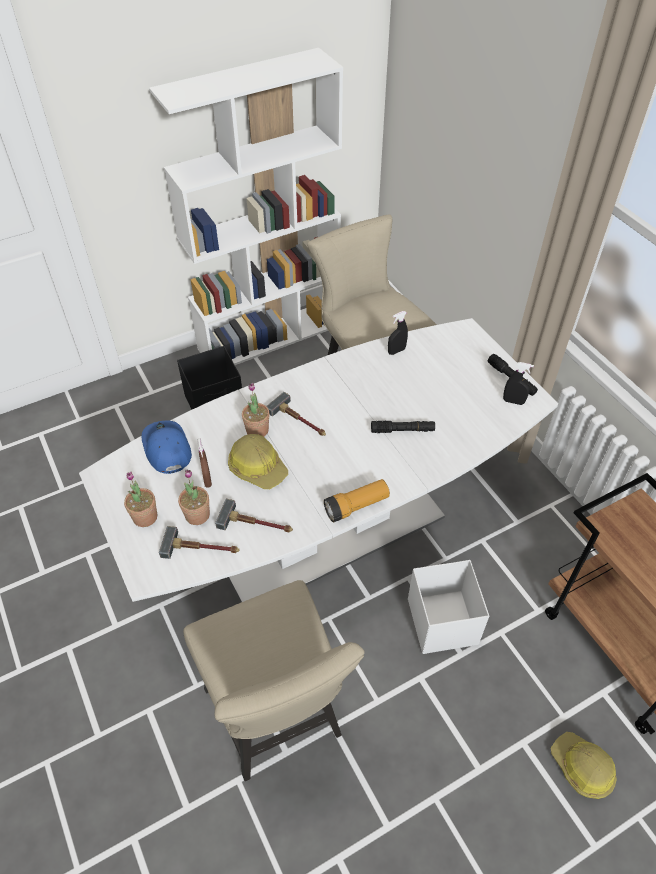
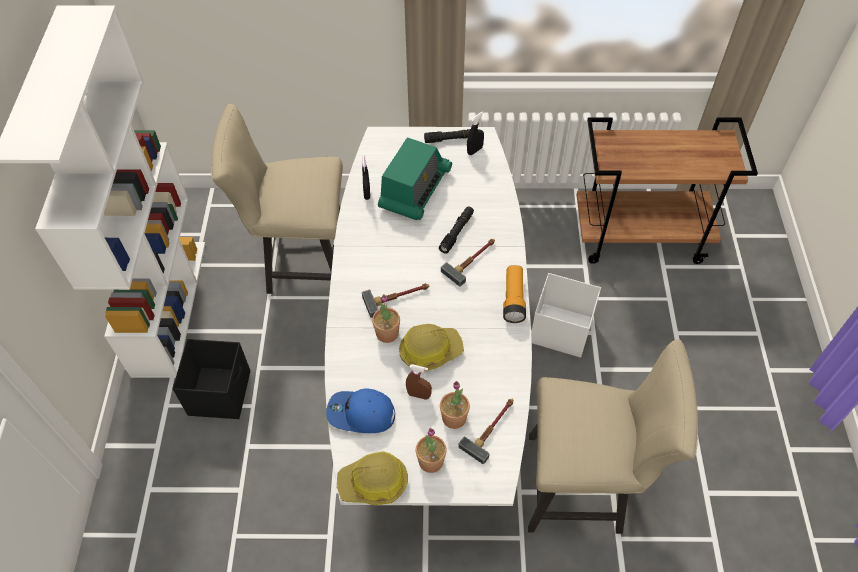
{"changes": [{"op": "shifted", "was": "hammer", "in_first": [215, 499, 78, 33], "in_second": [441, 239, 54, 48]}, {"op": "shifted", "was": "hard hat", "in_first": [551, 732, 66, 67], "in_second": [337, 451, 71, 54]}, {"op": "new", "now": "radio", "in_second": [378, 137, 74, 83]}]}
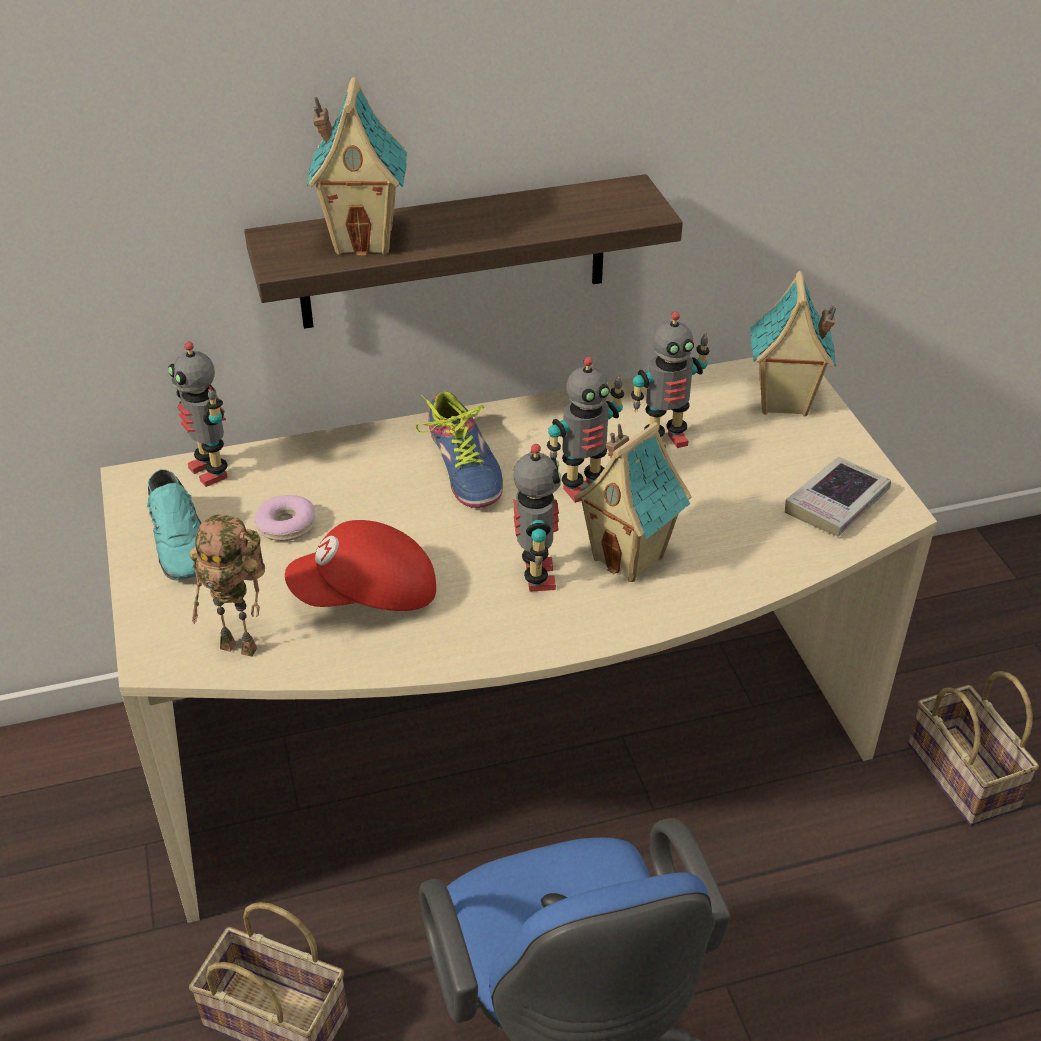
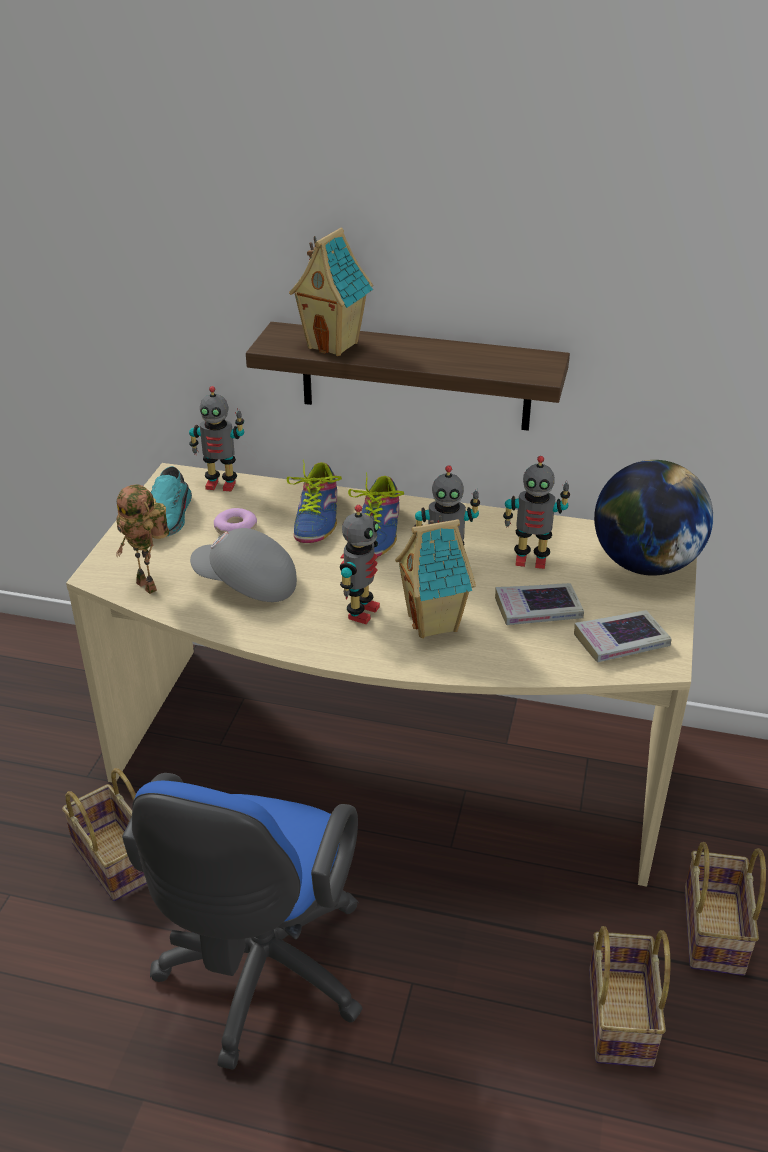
{"changes": [{"op": "rotated", "was": "toy robot", "in_first": [168, 341, 60, 146], "in_second": [189, 386, 55, 105], "clockwise": -75}, {"op": "repainted", "was": "reddish cap", "now": "grey cap", "in_first": [285, 520, 151, 91], "in_second": [190, 528, 107, 74]}, {"op": "swapped", "was": "toy house", "now": "desk globe", "in_first": [750, 271, 86, 146], "in_second": [594, 460, 119, 115]}, {"op": "new", "now": "item of footwear", "in_second": [287, 459, 55, 84]}, {"op": "new", "now": "book", "in_second": [495, 583, 89, 42]}, {"op": "new", "now": "storage basket", "in_second": [589, 926, 81, 142]}]}
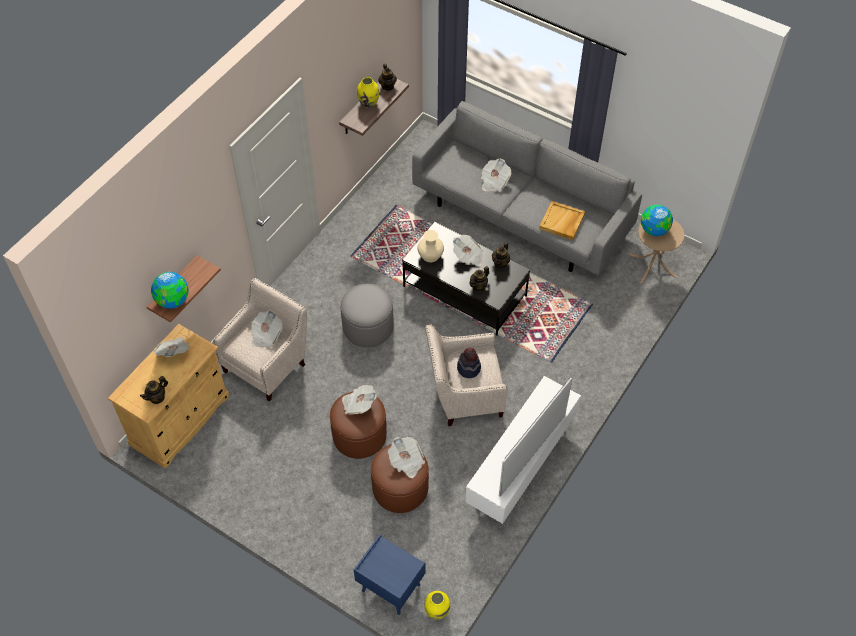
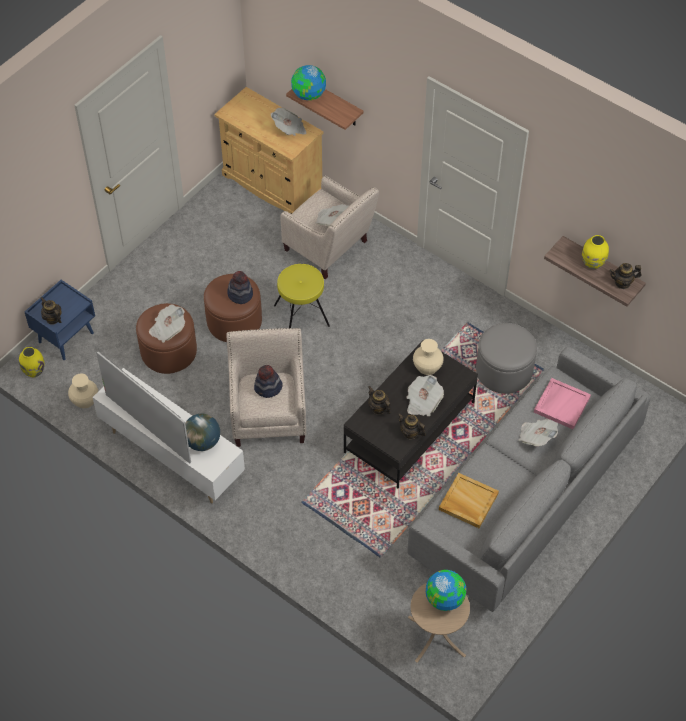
{"changes": [{"op": "shifted", "was": "teapot", "in_first": [140, 376, 28, 28], "in_second": [41, 297, 21, 28]}, {"op": "shifted", "was": "grey footrest", "in_first": [340, 284, 54, 64], "in_second": [476, 323, 61, 71]}, {"op": "swapped", "was": "printed paper", "now": "hat", "in_first": [342, 385, 35, 29], "in_second": [227, 271, 26, 33]}, {"op": "new", "now": "sand-coloured decorative vase", "in_second": [68, 373, 30, 35]}, {"op": "new", "now": "desk globe", "in_second": [185, 414, 35, 37]}, {"op": "new", "now": "yellow-coloured sitting stool", "in_second": [274, 264, 56, 64]}, {"op": "new", "now": "pinkish tray", "in_second": [534, 378, 57, 51]}]}
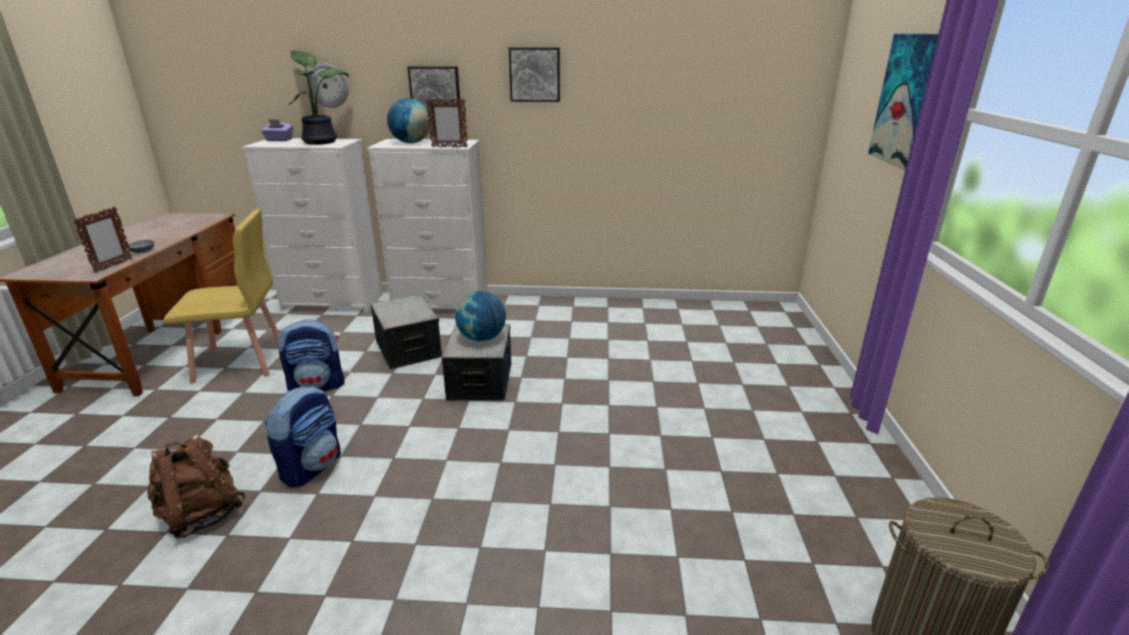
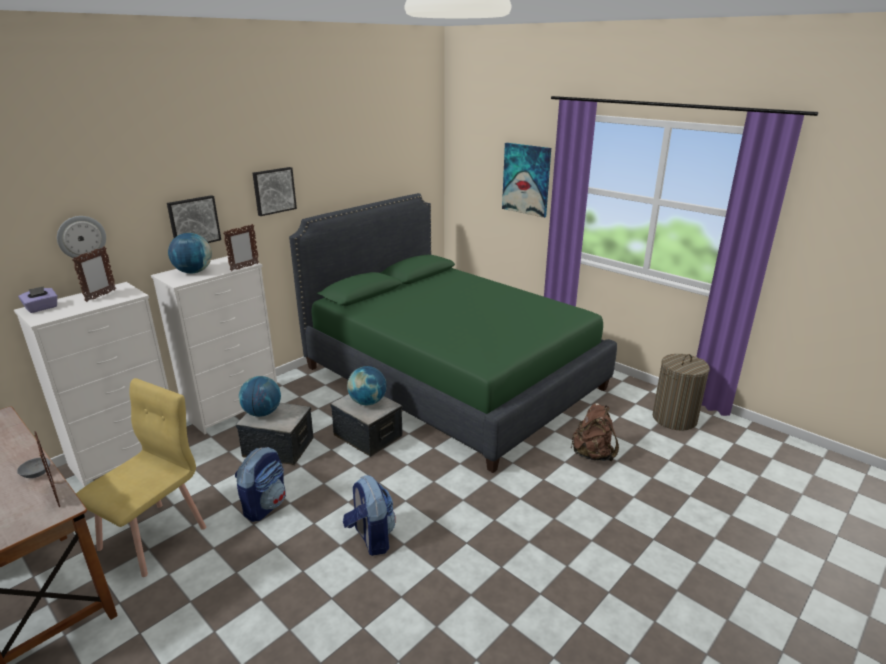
{"changes": [{"op": "shifted", "was": "brown-coloured rucksack", "in_first": [147, 434, 99, 105], "in_second": [571, 403, 48, 58]}, {"op": "swapped", "was": "potted plant", "now": "standing frame", "in_first": [288, 50, 61, 95], "in_second": [72, 246, 44, 56]}, {"op": "new", "now": "desk globe", "in_second": [239, 376, 42, 41]}, {"op": "new", "now": "green bedroom bed", "in_second": [289, 193, 328, 280]}]}
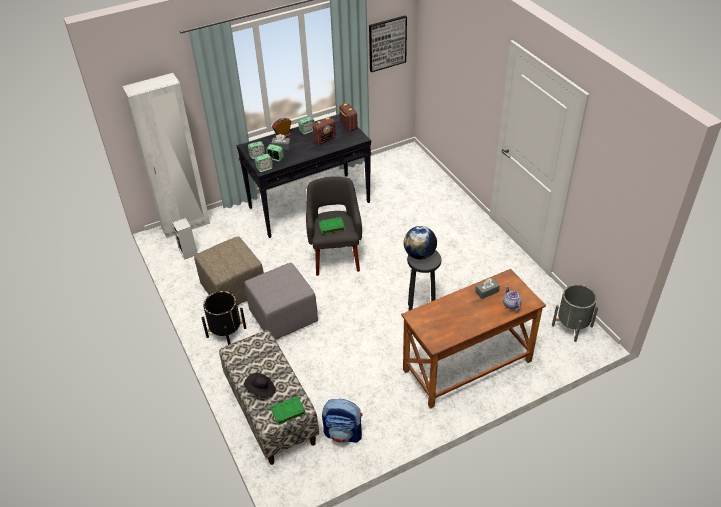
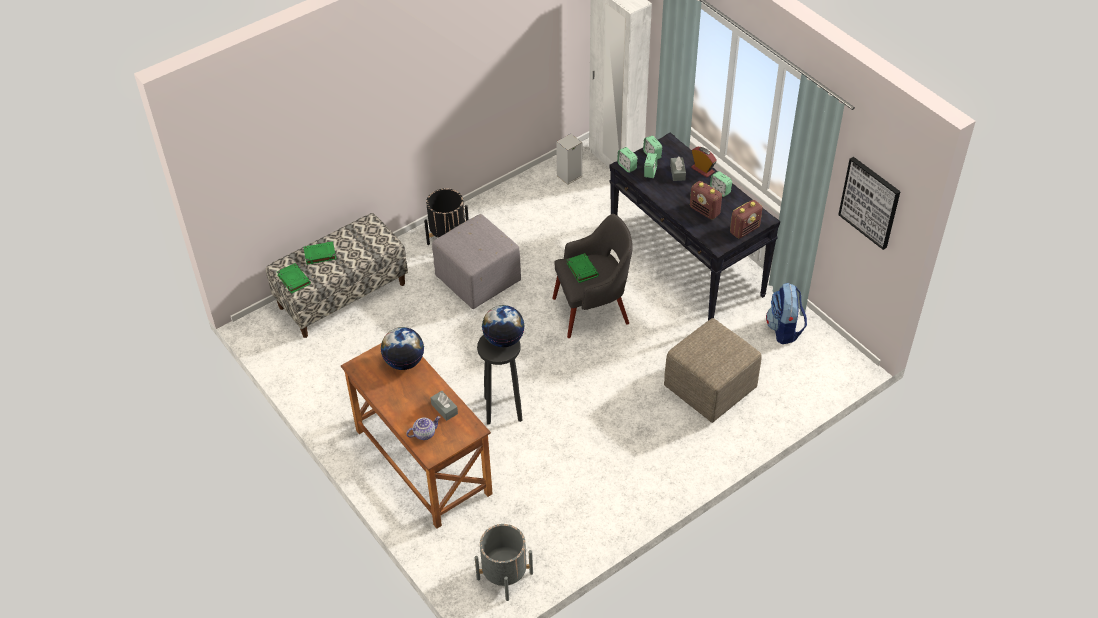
{"changes": [{"op": "shifted", "was": "sand-coloured footrest", "in_first": [194, 236, 70, 69], "in_second": [664, 318, 98, 105]}, {"op": "swapped", "was": "black-coloured hat", "now": "green book", "in_first": [244, 373, 32, 24], "in_second": [303, 241, 33, 24]}, {"op": "shifted", "was": "rucksack", "in_first": [322, 399, 41, 44], "in_second": [766, 283, 41, 61]}, {"op": "new", "now": "desk globe", "in_second": [381, 327, 43, 43]}]}
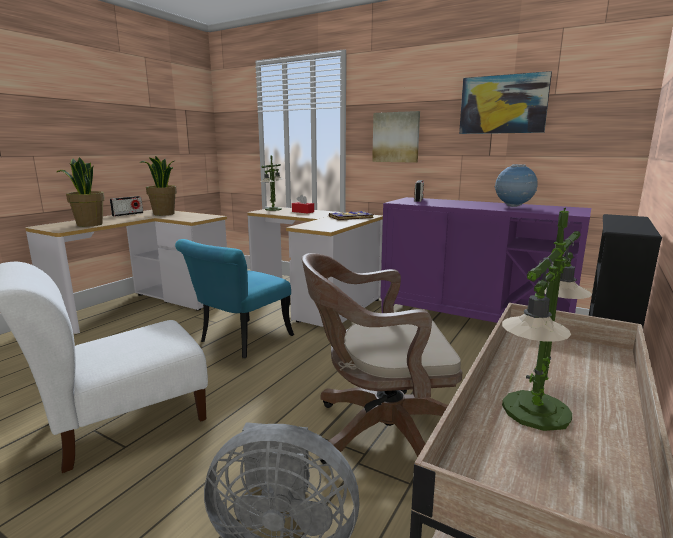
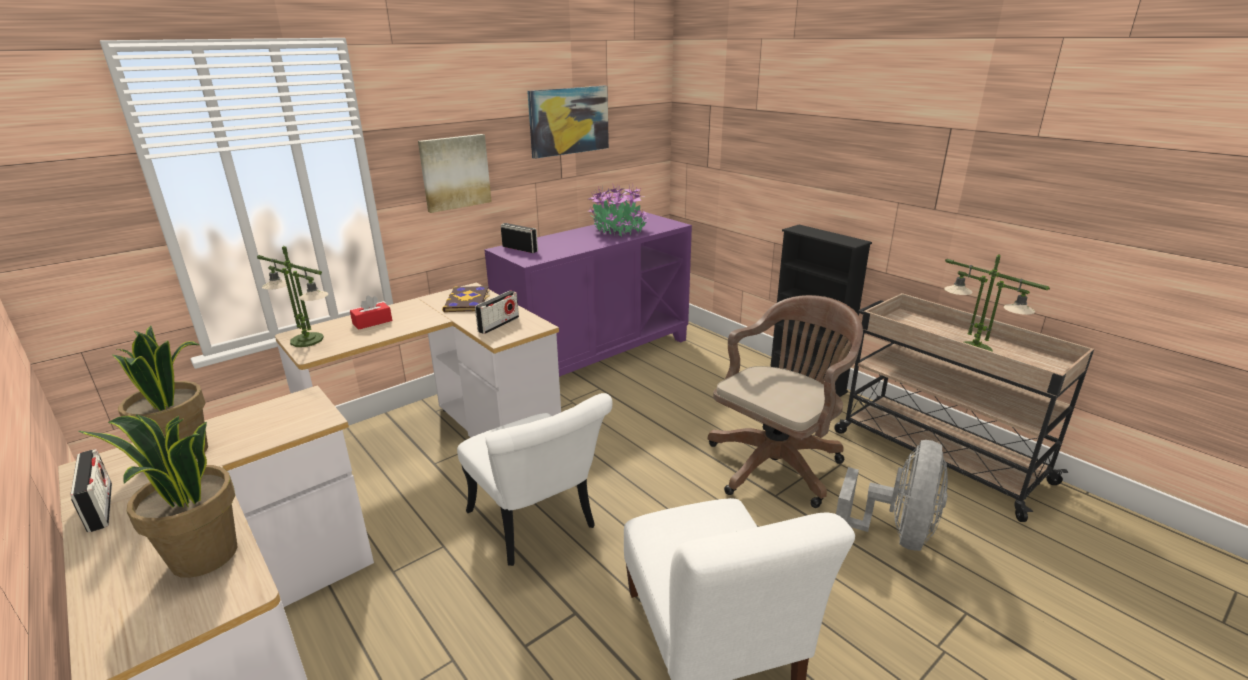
{"changes": [{"op": "repainted", "was": "turquoise-coloured upright chair", "now": "white-coloured upright chair", "in_first": [175, 239, 119, 119], "in_second": [457, 393, 156, 173]}, {"op": "rotated", "was": "brown-coloured desk chair", "in_first": [302, 253, 160, 211], "in_second": [708, 295, 155, 213], "clockwise": -150}, {"op": "swapped", "was": "desk globe", "now": "potted plant", "in_first": [494, 164, 44, 43], "in_second": [588, 185, 60, 52]}, {"op": "new", "now": "radio", "in_second": [475, 291, 44, 43]}]}
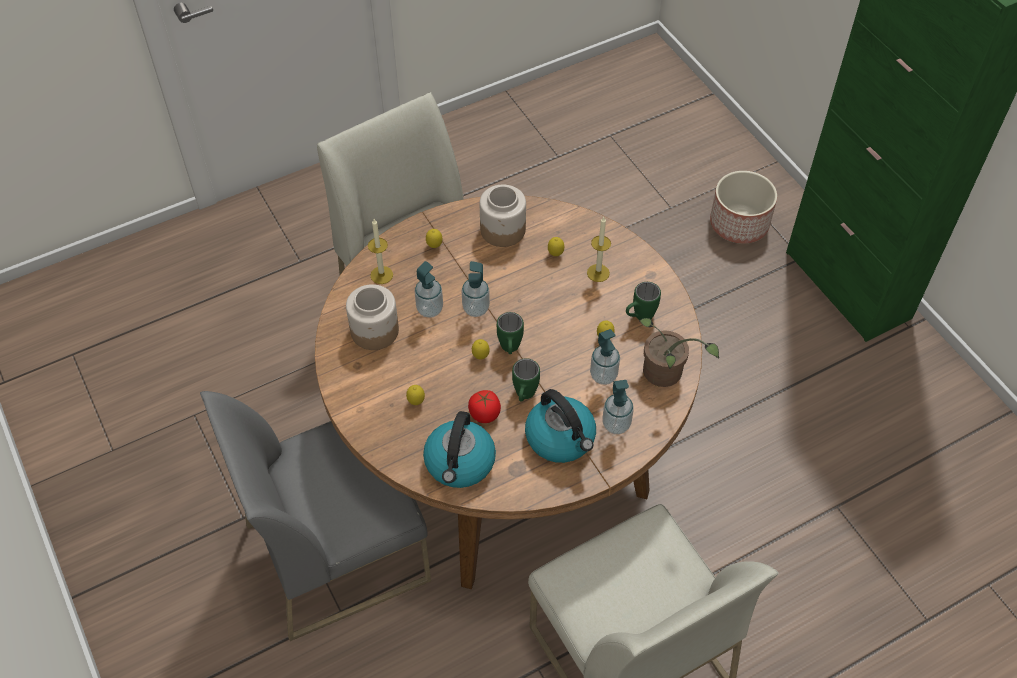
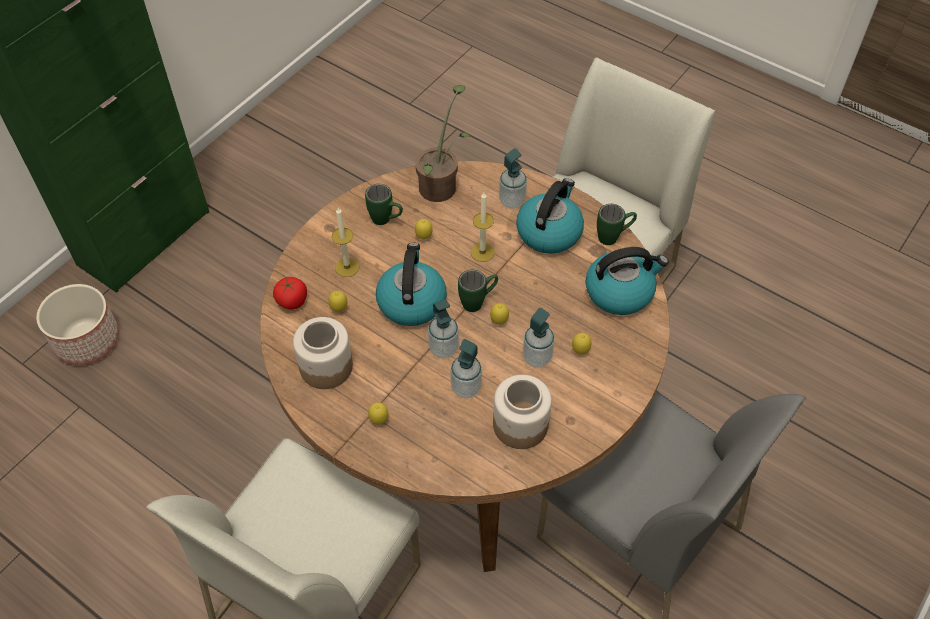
{"changes": [{"op": "shifted", "was": "wax candle", "in_first": [368, 219, 25, 65], "in_second": [471, 192, 24, 70]}, {"op": "shifted", "was": "whole tomato", "in_first": [468, 390, 33, 33], "in_second": [273, 277, 34, 32]}, {"op": "shifted", "was": "green coffee mug", "in_first": [512, 358, 28, 44], "in_second": [597, 204, 40, 41]}, {"op": "shifted", "was": "liquid soap bottle", "in_first": [590, 329, 30, 56], "in_second": [523, 308, 32, 59]}, {"op": "new", "now": "kettle", "in_second": [376, 243, 71, 83]}]}
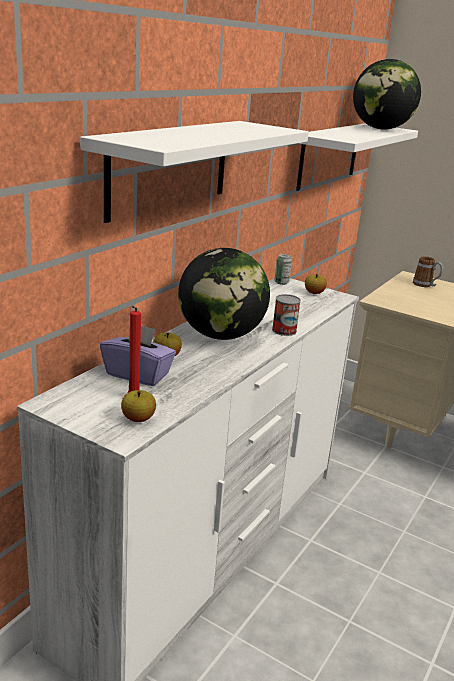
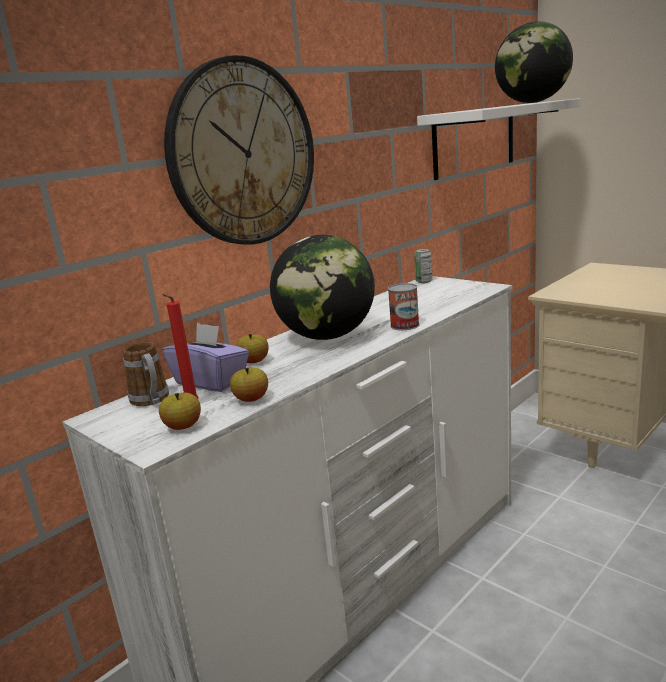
{"changes": [{"op": "swapped", "was": "white-coloured wall shelf", "now": "wall clock", "in_first": [80, 121, 229, 102], "in_second": [164, 55, 150, 190]}, {"op": "shifted", "was": "whole apple", "in_first": [305, 274, 22, 20], "in_second": [230, 368, 38, 34]}, {"op": "shifted", "was": "coffee mug", "in_first": [413, 256, 30, 31], "in_second": [123, 342, 46, 64]}]}
